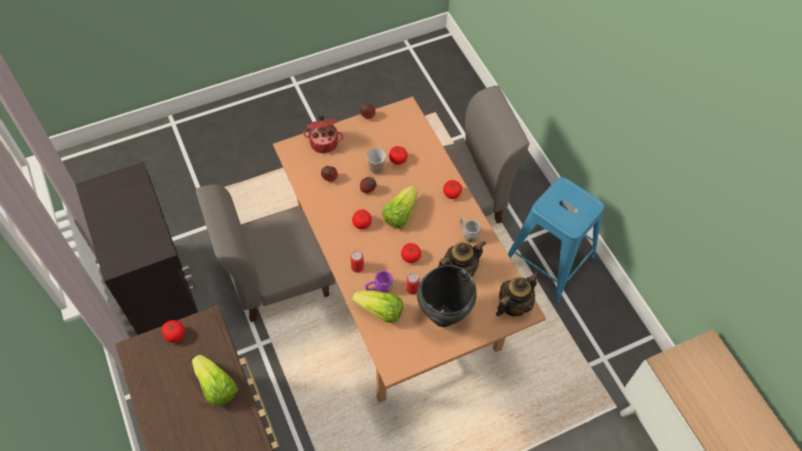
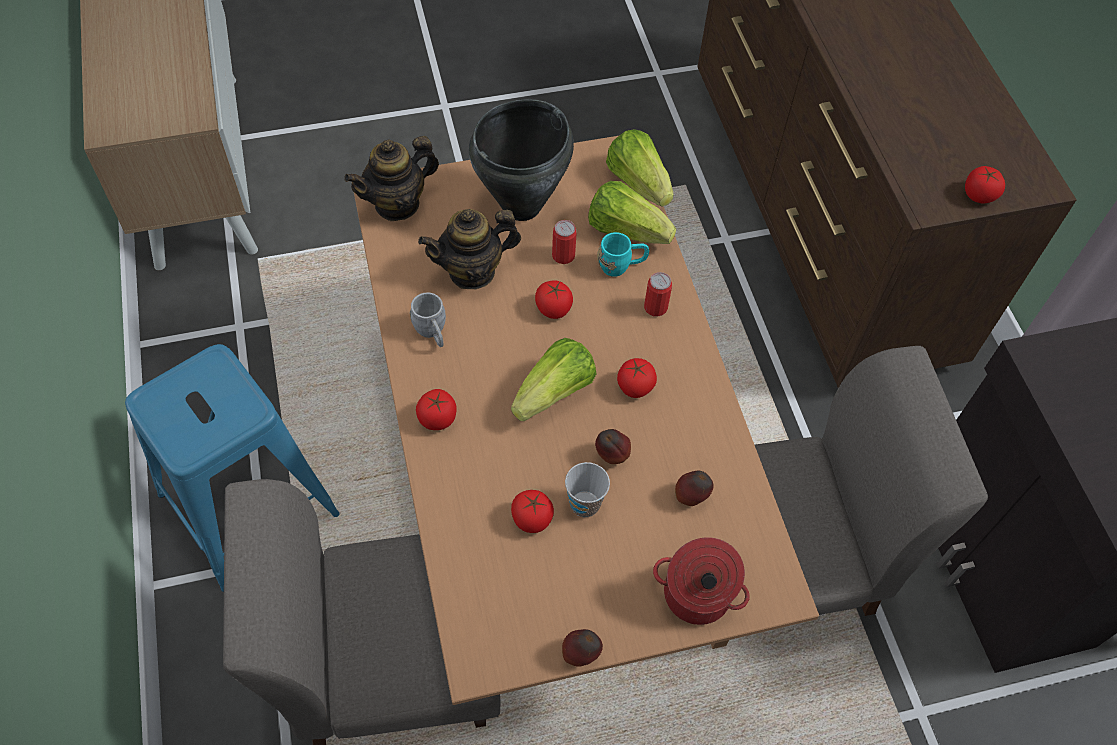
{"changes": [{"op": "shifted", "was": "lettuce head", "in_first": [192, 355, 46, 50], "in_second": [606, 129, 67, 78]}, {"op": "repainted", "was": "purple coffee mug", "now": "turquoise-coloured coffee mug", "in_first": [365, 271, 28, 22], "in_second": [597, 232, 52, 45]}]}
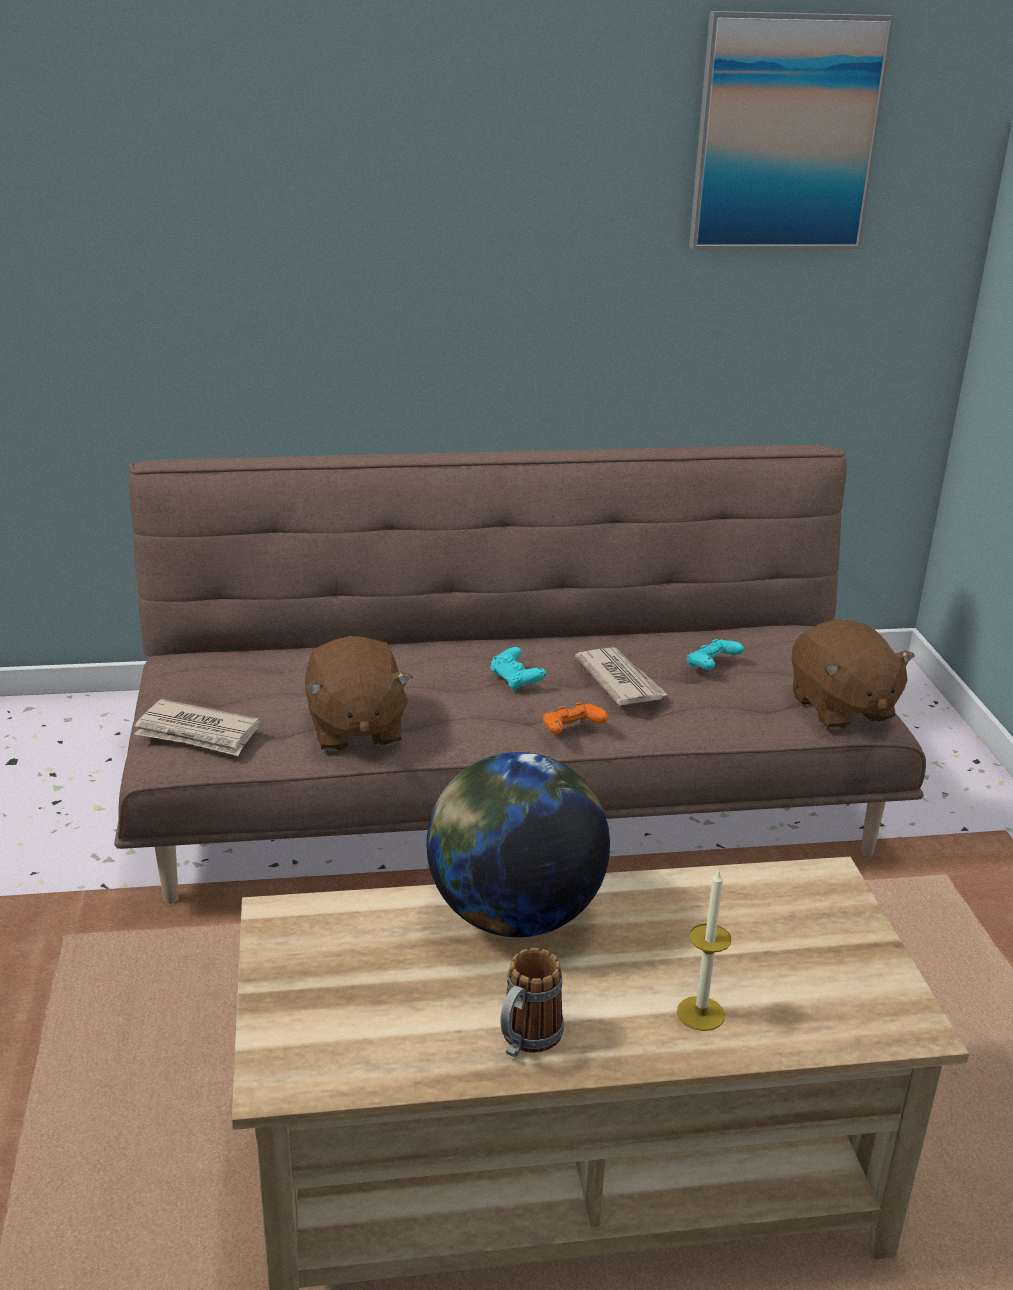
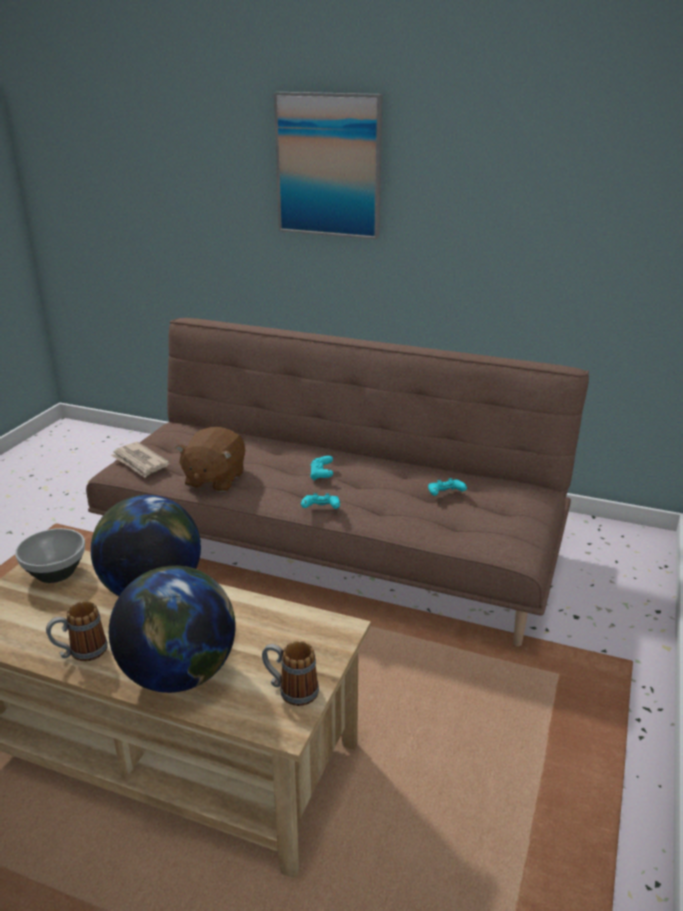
{"changes": [{"op": "repainted", "was": "orangey gamepad", "now": "turquoise-coloured gamepad", "in_first": [543, 702, 65, 32], "in_second": [301, 493, 39, 16]}, {"op": "gone", "was": "printed paper", "in_first": [575, 647, 93, 58]}, {"op": "swapped", "was": "wax candle", "now": "desk globe", "in_first": [677, 870, 55, 161], "in_second": [109, 566, 126, 127]}, {"op": "shifted", "was": "wall picture", "in_first": [689, 11, 206, 238], "in_second": [274, 92, 109, 148]}, {"op": "gone", "was": "brown-coloured soft toy", "in_first": [791, 619, 124, 111]}, {"op": "new", "now": "bowl", "in_second": [15, 528, 70, 55]}, {"op": "new", "now": "coffee mug", "in_second": [262, 641, 57, 65]}]}
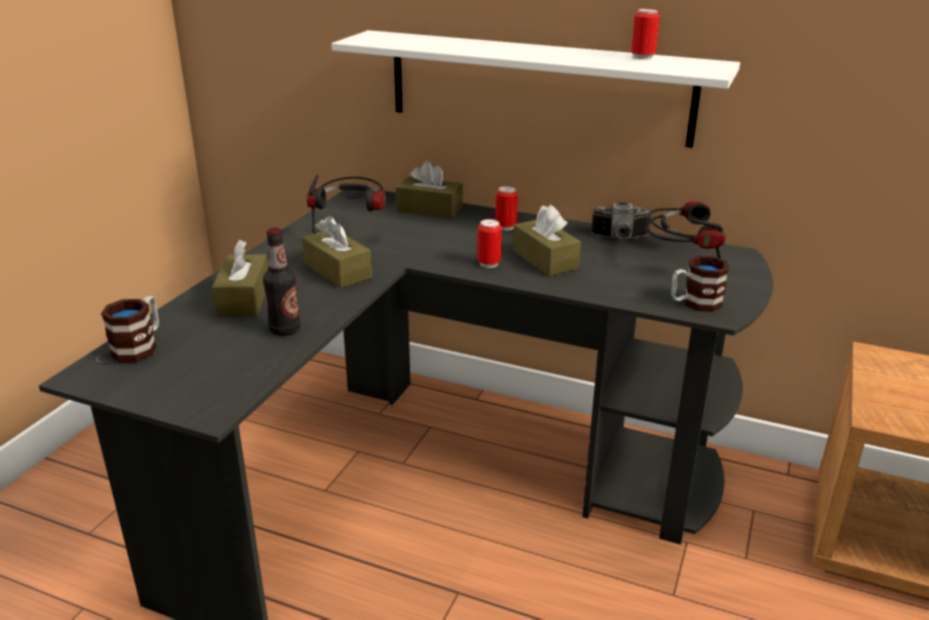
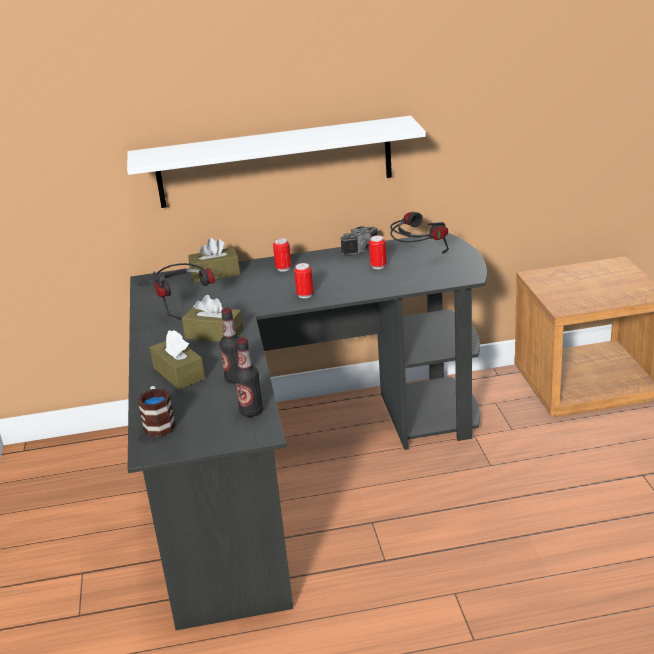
{"changes": [{"op": "gone", "was": "brown-coloured tissue holder", "in_first": [513, 205, 68, 71]}, {"op": "shifted", "was": "metal can", "in_first": [631, 8, 29, 52], "in_second": [369, 235, 18, 34]}, {"op": "gone", "was": "coffee mug", "in_first": [671, 256, 58, 56]}, {"op": "new", "now": "bottle", "in_second": [234, 337, 29, 80]}]}
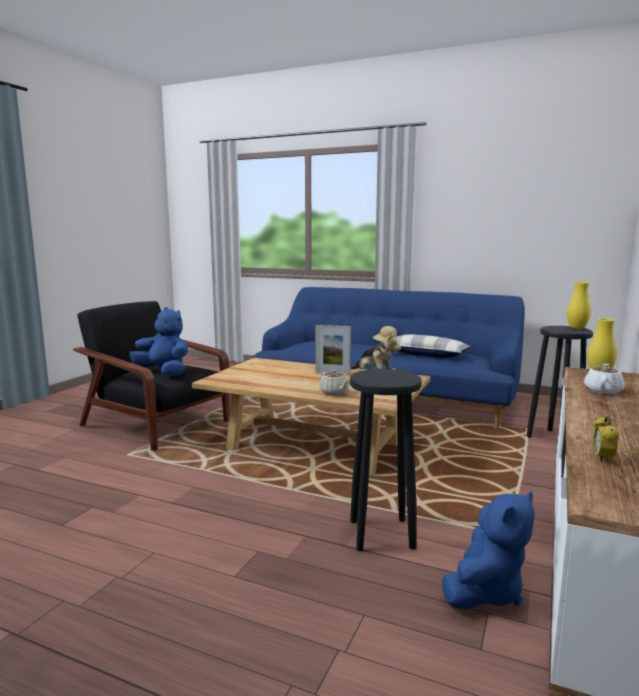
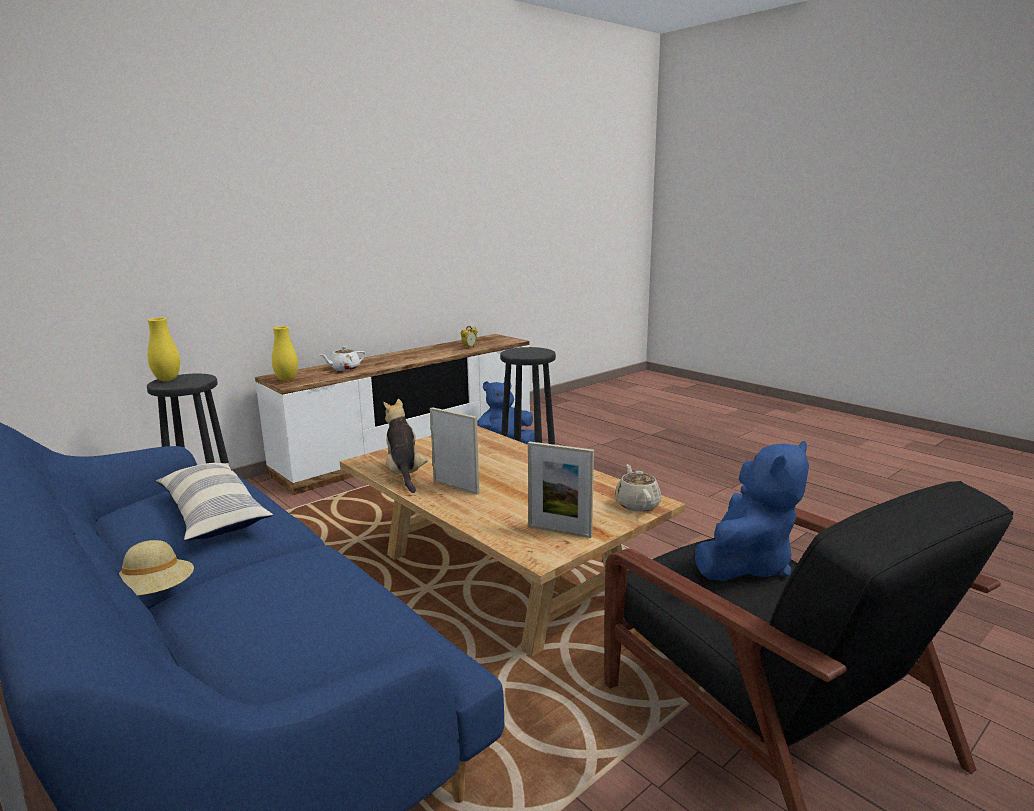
{"changes": [{"op": "rotated", "was": "bluish soft toy", "in_first": [129, 307, 59, 69], "in_second": [695, 441, 114, 140], "clockwise": -105}, {"op": "shifted", "was": "sand-coloured teapot", "in_first": [319, 369, 30, 26], "in_second": [615, 464, 47, 48]}, {"op": "new", "now": "standing frame", "in_second": [528, 441, 66, 97]}]}
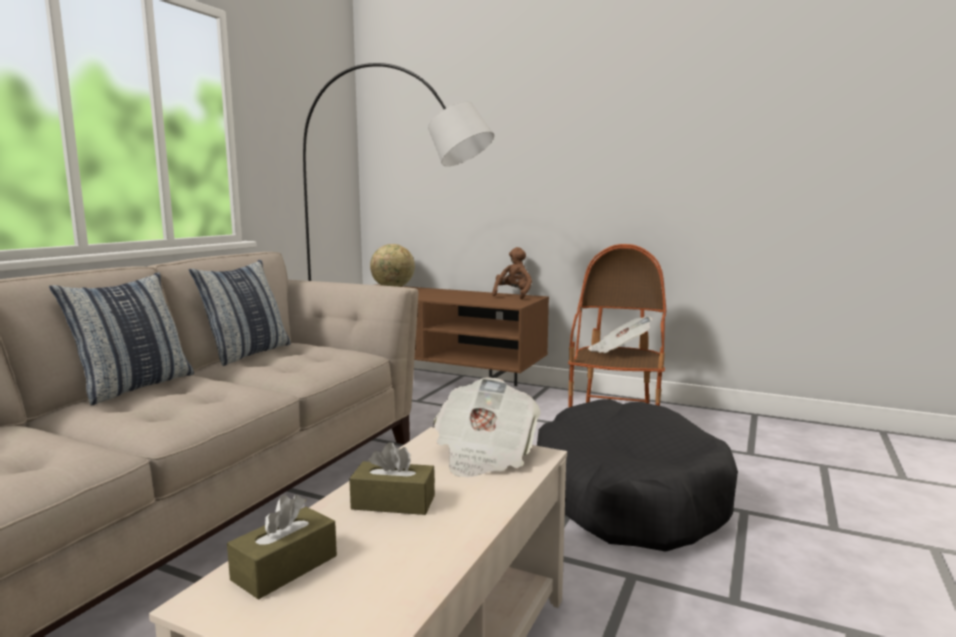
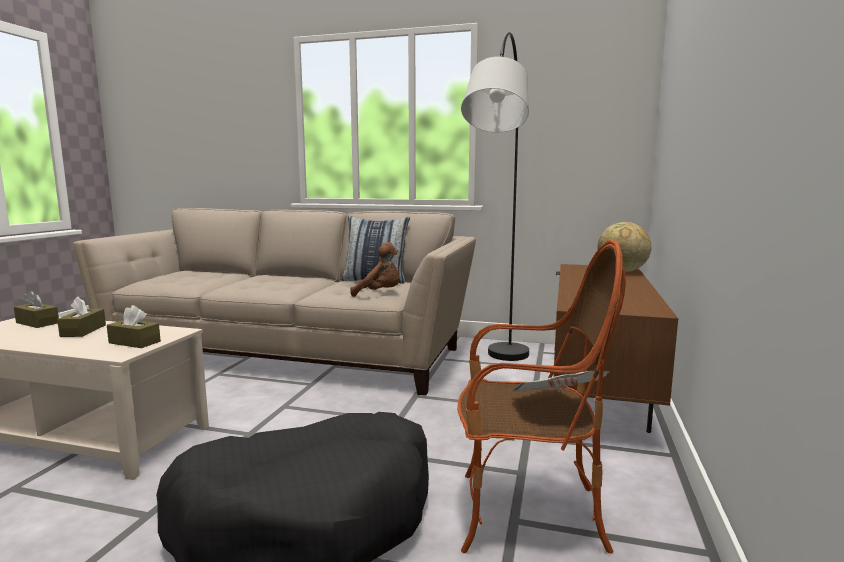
{"changes": [{"op": "gone", "was": "pillow", "in_first": [49, 272, 145, 133]}, {"op": "swapped", "was": "printed paper", "now": "brown-coloured tissue holder", "in_first": [433, 377, 108, 100], "in_second": [107, 305, 54, 43]}, {"op": "shifted", "was": "brown-coloured soft toy", "in_first": [492, 247, 40, 52], "in_second": [350, 242, 49, 55]}]}
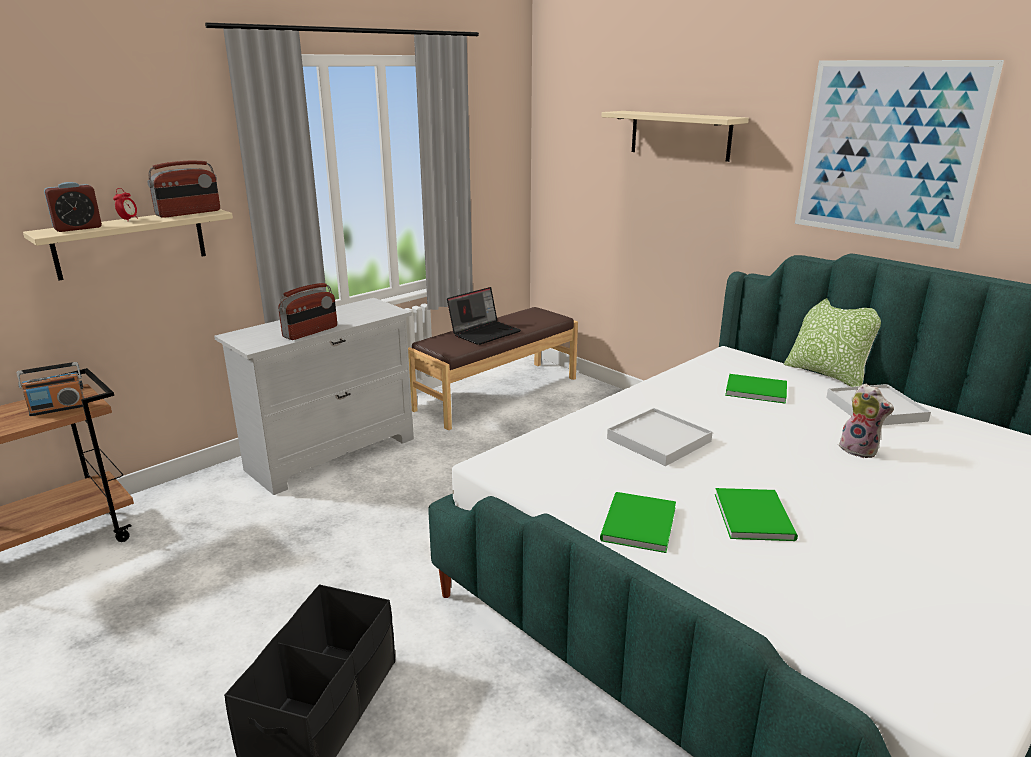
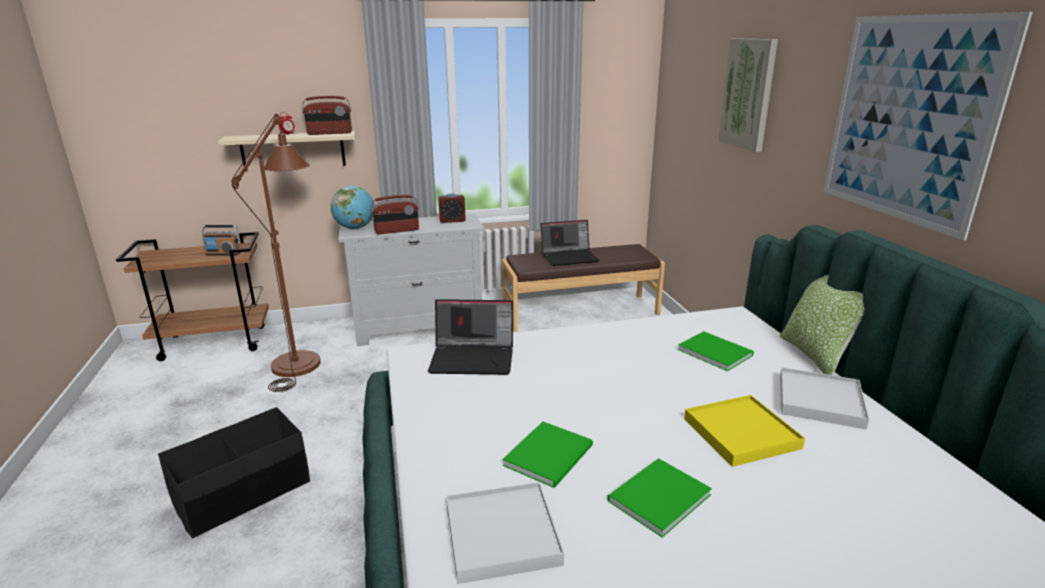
{"changes": [{"op": "shifted", "was": "bedside clock", "in_first": [44, 182, 58, 50], "in_second": [438, 193, 28, 30]}, {"op": "shifted", "was": "green book", "in_first": [600, 492, 76, 61], "in_second": [607, 458, 105, 79]}, {"op": "swapped", "was": "sand-coloured wall shelf", "now": "wall picture", "in_first": [601, 111, 148, 51], "in_second": [718, 38, 60, 114]}, {"op": "shifted", "was": "white-coloured tray", "in_first": [607, 408, 106, 58], "in_second": [446, 482, 118, 102]}, {"op": "swapped", "was": "soft toy", "now": "yellow-coloured tray", "in_first": [837, 383, 57, 75], "in_second": [684, 395, 121, 72]}, {"op": "new", "now": "brown-coloured floor lamp", "in_second": [232, 113, 89, 279]}, {"op": "new", "now": "desk globe", "in_second": [330, 186, 44, 43]}, {"op": "new", "now": "laptop", "in_second": [428, 299, 85, 76]}]}
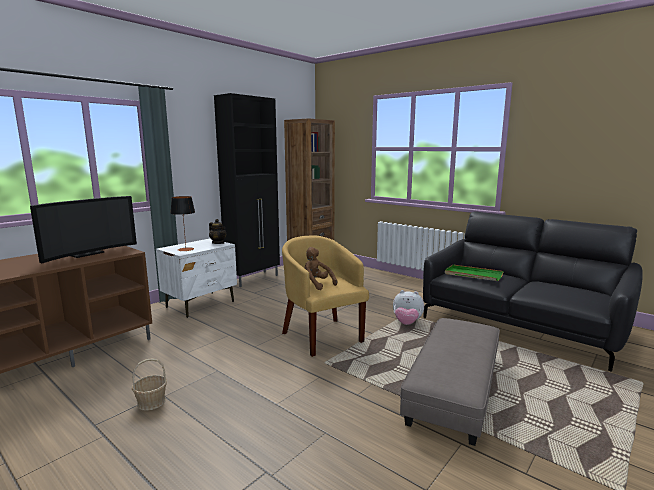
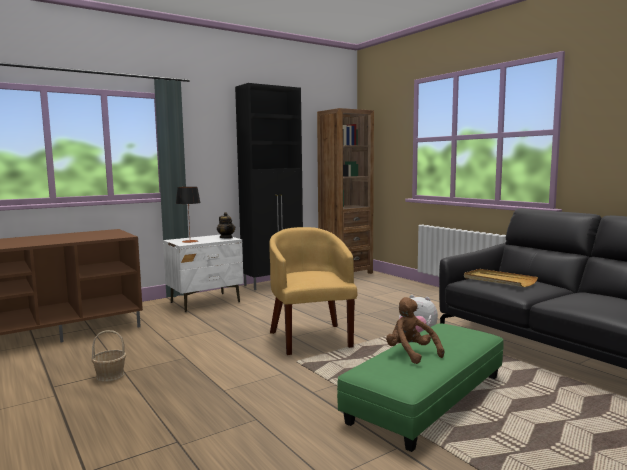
{"changes": [{"op": "gone", "was": "TV", "in_first": [30, 196, 107, 67]}, {"op": "shifted", "was": "brown-coloured soft toy", "in_first": [304, 247, 33, 43], "in_second": [386, 297, 58, 67]}, {"op": "repainted", "was": "grey footrest", "now": "green footrest", "in_first": [400, 318, 100, 128], "in_second": [337, 323, 167, 129]}, {"op": "repainted", "was": "green tray", "now": "sand-coloured tray", "in_first": [445, 264, 59, 17], "in_second": [464, 269, 74, 18]}]}
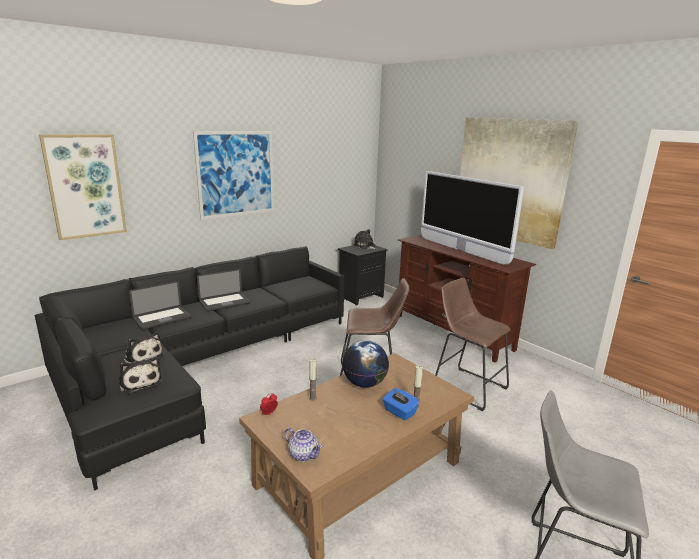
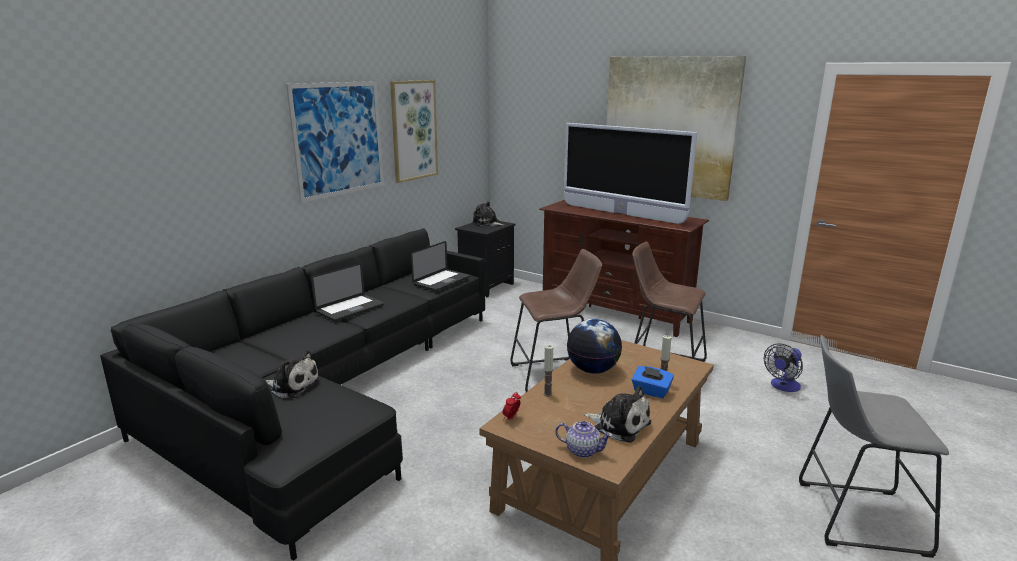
{"changes": [{"op": "shifted", "was": "wall picture", "in_first": [39, 134, 88, 106], "in_second": [390, 80, 48, 103]}, {"op": "shifted", "was": "soft toy", "in_first": [119, 357, 43, 37], "in_second": [583, 386, 68, 57]}, {"op": "shifted", "was": "laptop", "in_first": [129, 281, 62, 49], "in_second": [411, 241, 59, 50]}, {"op": "new", "now": "cooling fan", "in_second": [764, 343, 39, 49]}]}
